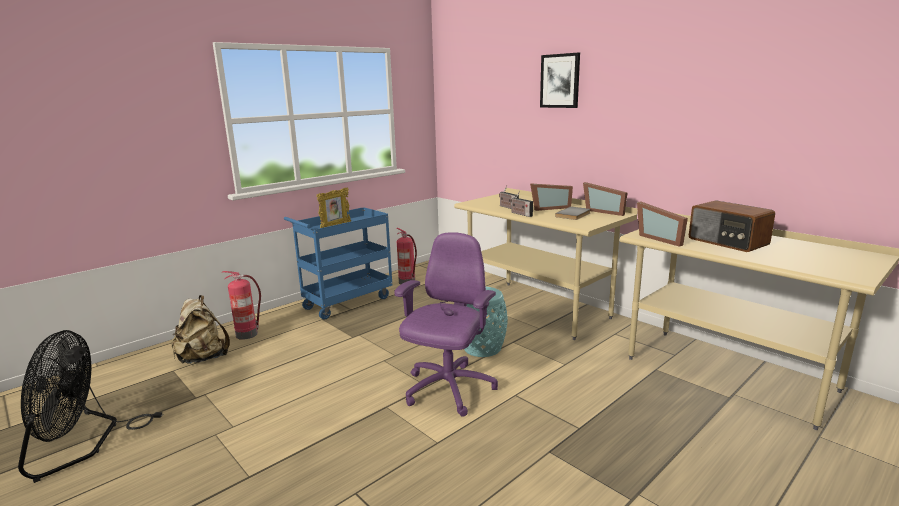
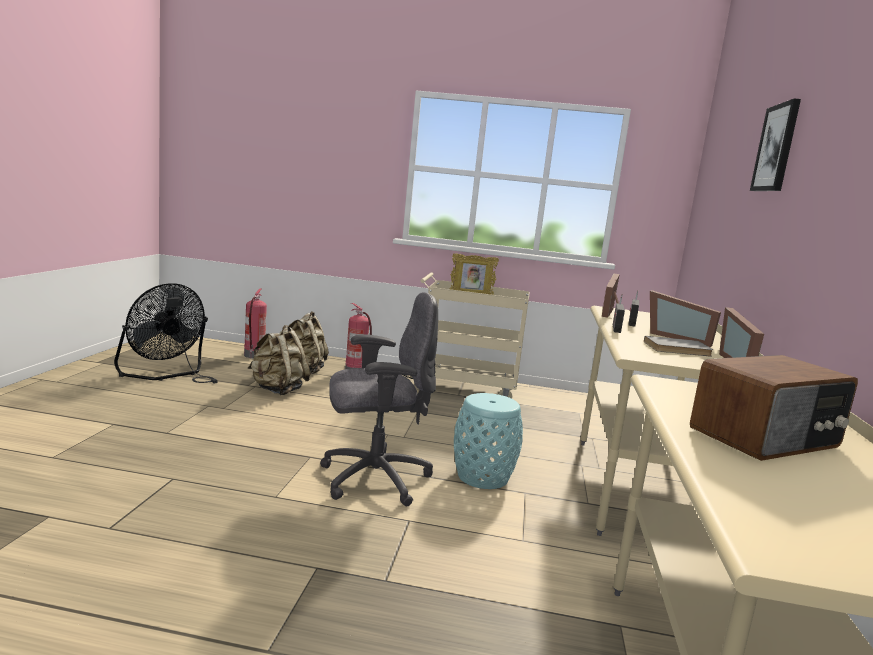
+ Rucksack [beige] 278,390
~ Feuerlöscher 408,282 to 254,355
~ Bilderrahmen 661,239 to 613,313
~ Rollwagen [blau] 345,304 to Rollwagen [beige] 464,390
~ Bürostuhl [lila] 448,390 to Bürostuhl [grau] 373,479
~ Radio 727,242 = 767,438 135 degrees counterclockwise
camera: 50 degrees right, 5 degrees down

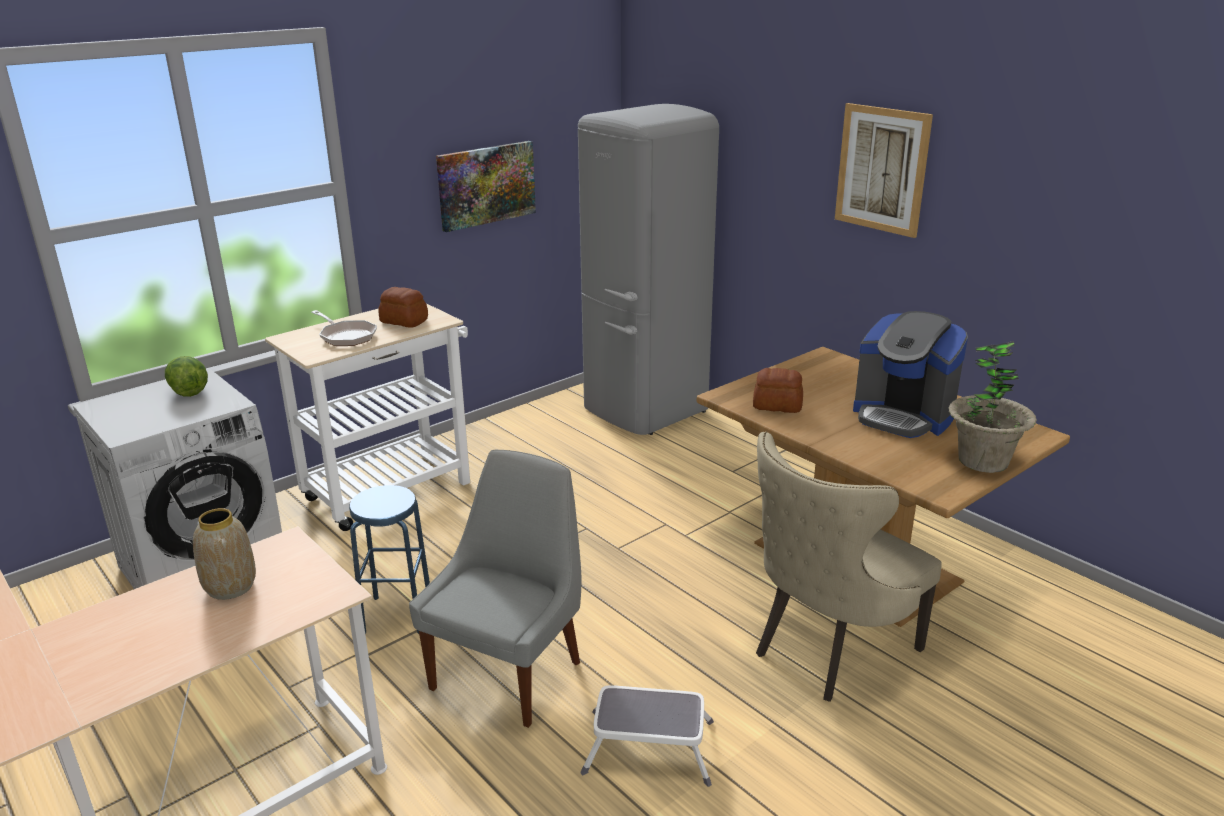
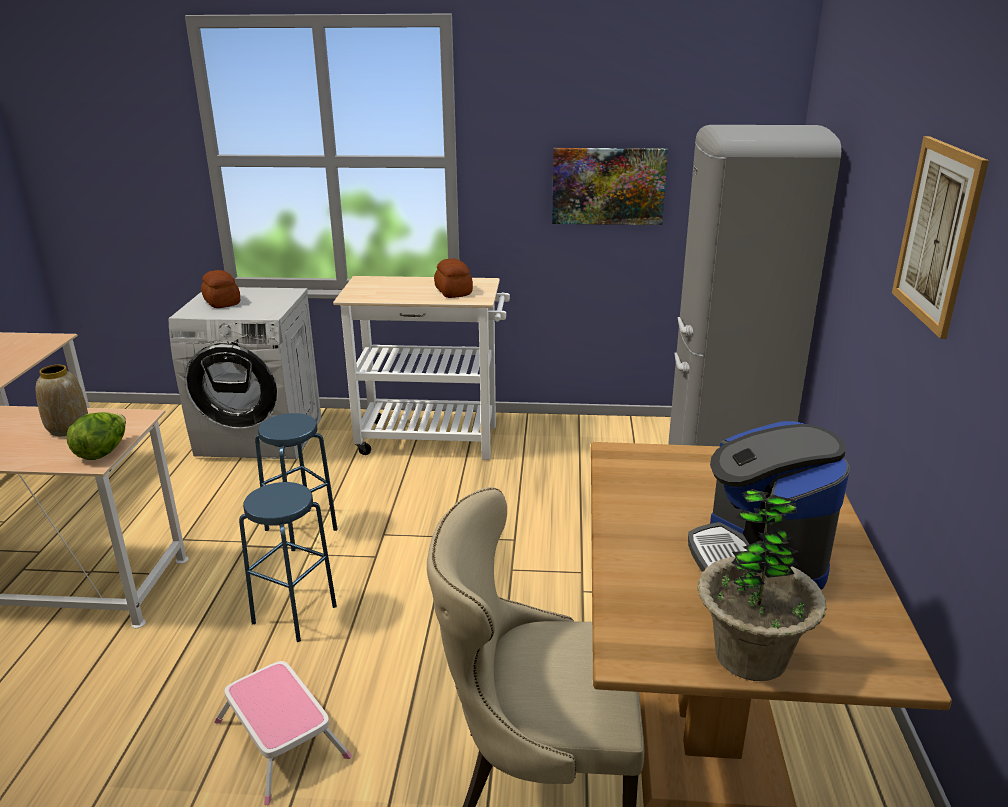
- Pfanne 346,336
~ Salatkopf 189,391 to 103,452
~ Brot 776,405 to 222,302
~ Stuhl [grau] 509,672 to Hocker [blau] 294,614
~ Trittleiter [grau] 649,746 to Trittleiter [rosa] 282,738
camera: 45 degrees right, 0 degrees up

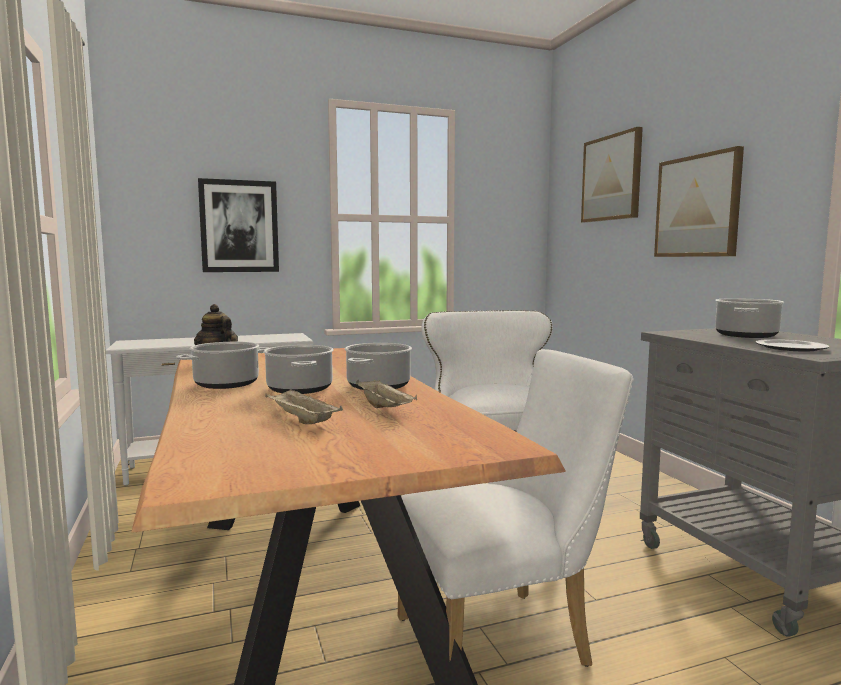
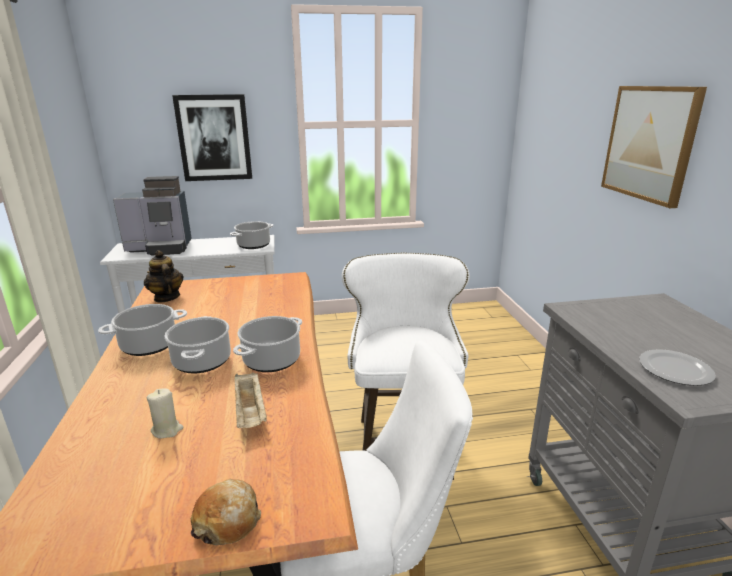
- Bild 612,178
+ Kaffeemaschine 161,248
+ Brot 227,520
~ Kochtopf 745,335 to 254,245
~ Tablett [beige] 301,420 to Kerze [beige] 167,430
camera: 10 degrees right, 15 degrees up

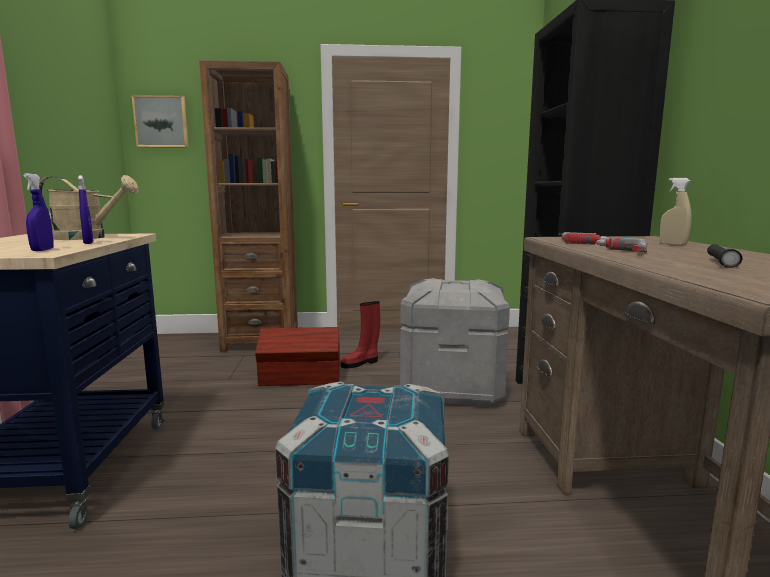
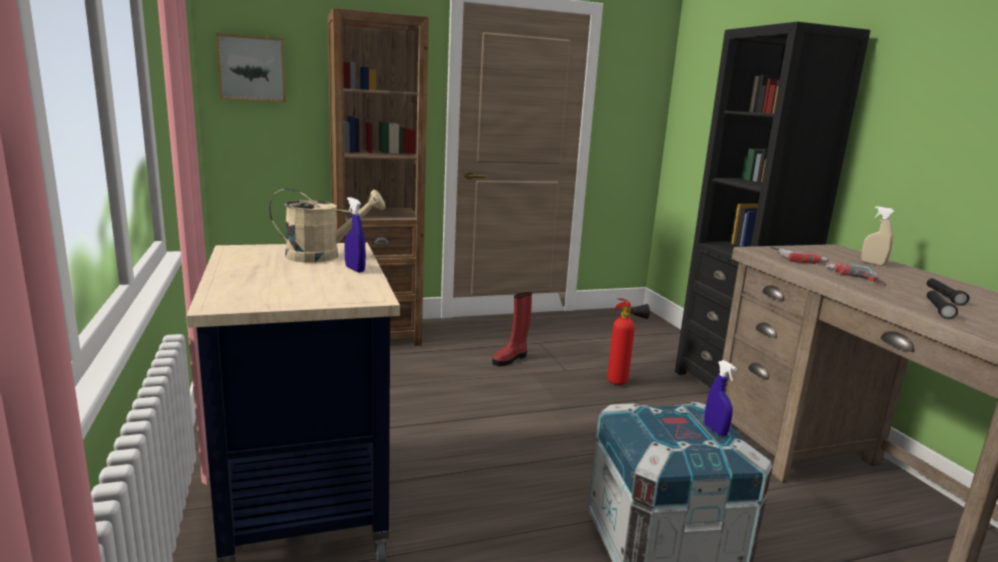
- Aufbewahrungsbox [braun] 301,378
+ Taschenlampe [schwarz] 938,310
~ Sprühflasche [blau] 42,250 to 715,430
~ Aufbewahrungsbox [grau] 453,387 to Feuerlöscher 622,382
camera: 15 degrees left, 5 degrees up

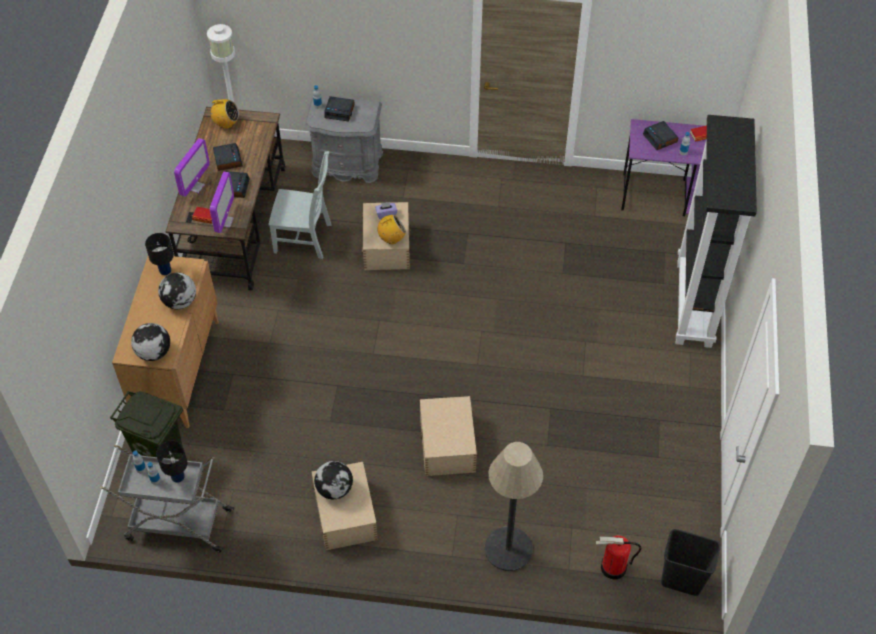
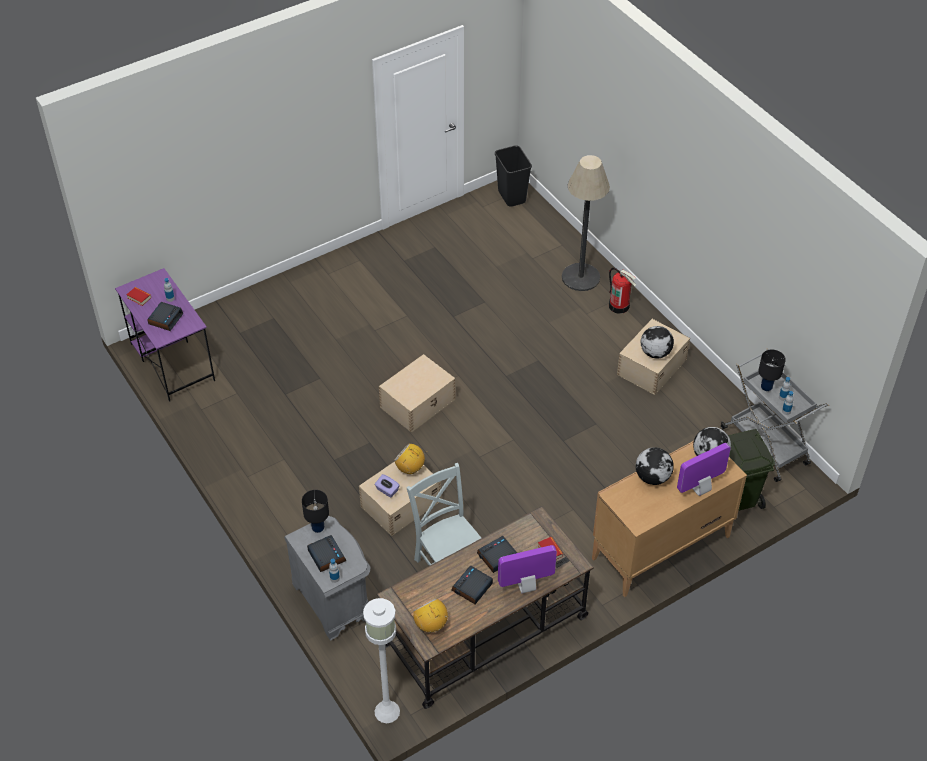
- Bücherregal [schwarz] 695,304
~ Tischlampe [schwarz] 166,270 to 317,528
~ Monitor 224,221 to 700,488
~ Aufbewahrungsbox [beige] 447,445 to 418,403
~ Feuerlöscher 613,568 to 619,306
camera: 130 degrees left, 5 degrees down

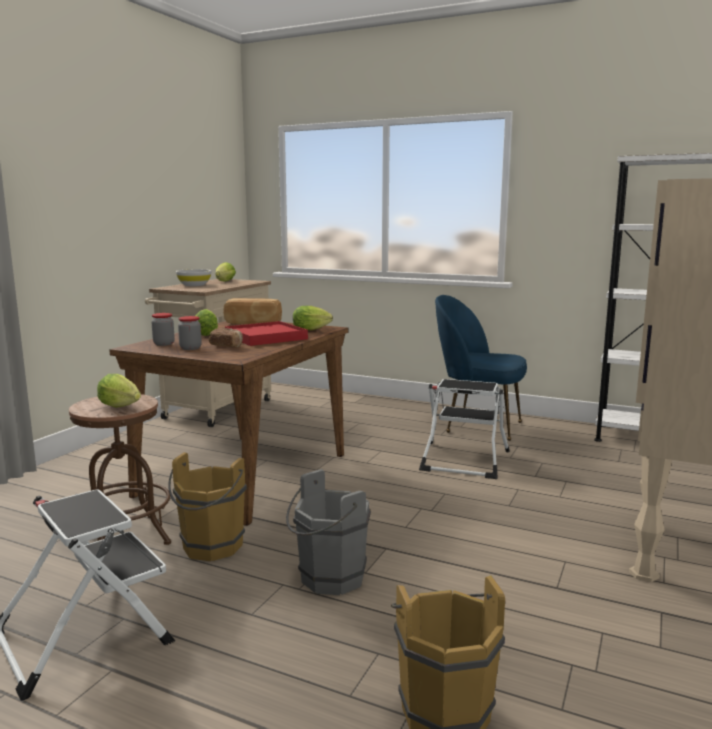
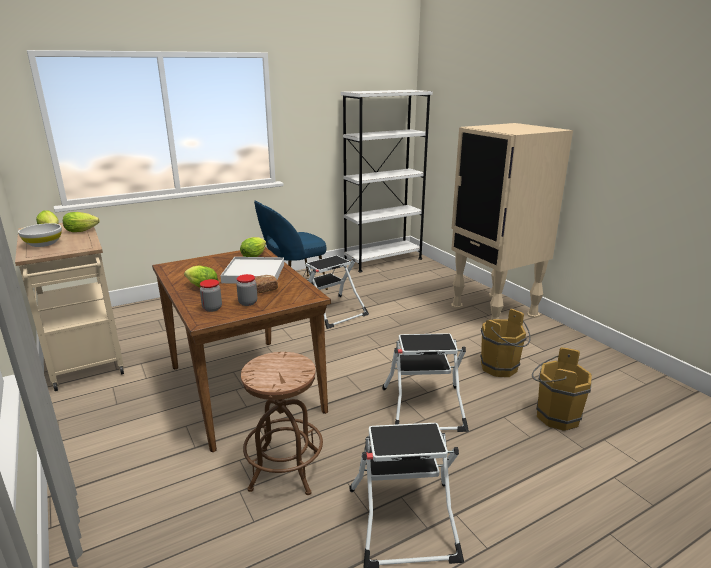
- Brot 253,323
~ Salatkopf 122,407 to 83,231
~ Eimer [braun] 210,549 to 501,369
~ Eimer [grau] 328,579 to Trittleiter 424,406
~ Tablett [rot] 266,337 to Tablett [weiß] 254,273
camera: 55 degrees left, 10 degrees up

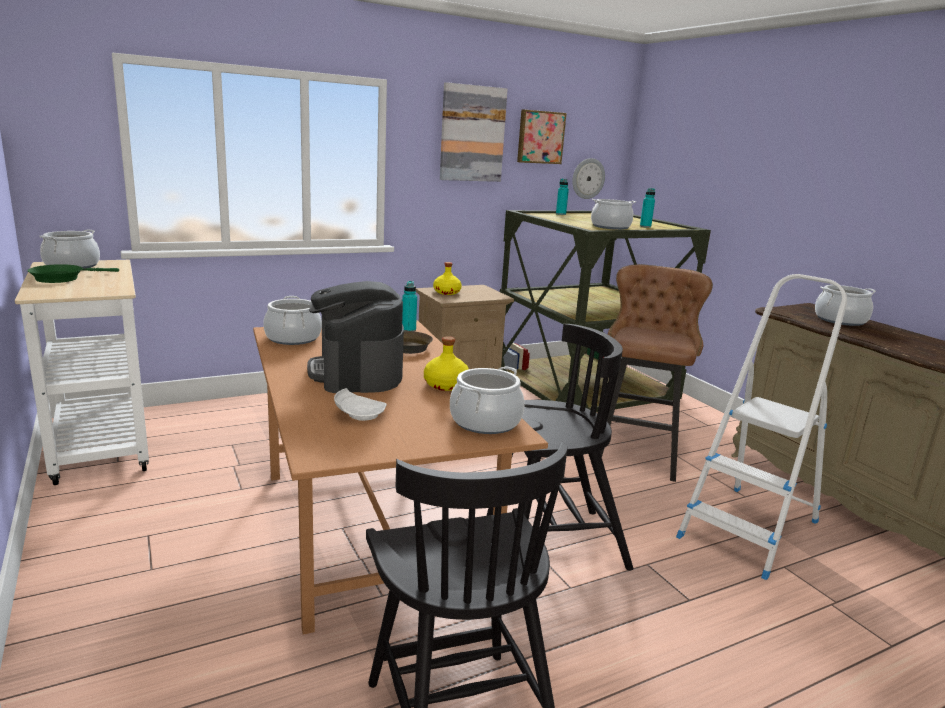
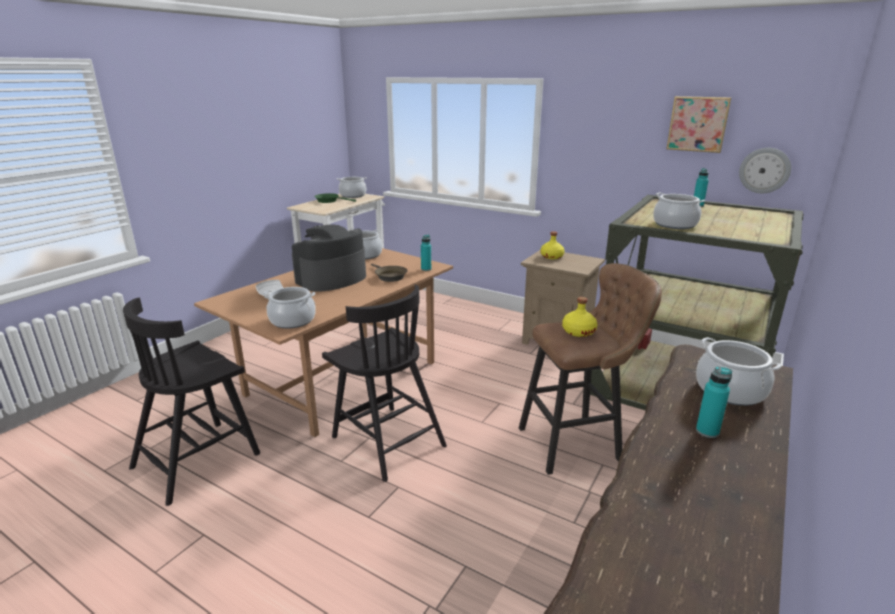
- Bild 472,134
- Trittleiter [weiß] 748,529
~ Flasche [gelb] 445,385 to 578,331
~ Flasche [türkis] 645,226 to 707,431
camera: 60 degrees right, 5 degrees up

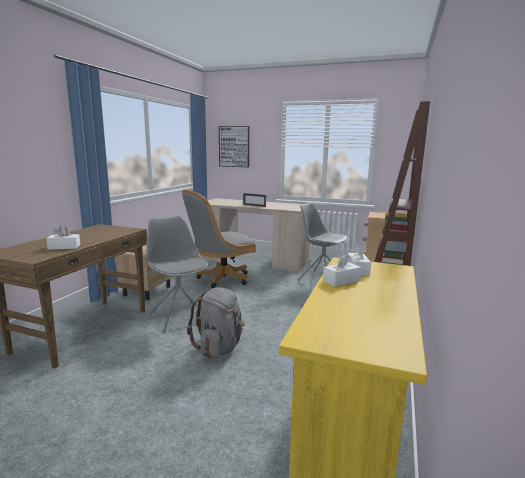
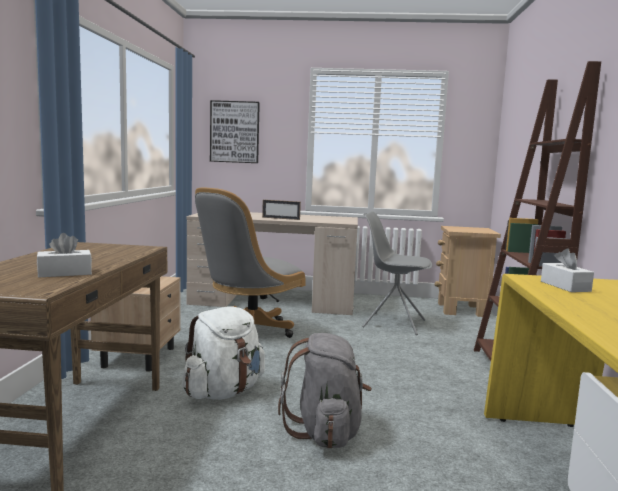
- Taschentuchbox [weiß] 341,280
~ Stuhl [grau] 179,316 to Rucksack [weiß] 224,392
camera: 15 degrees left, 5 degrees down

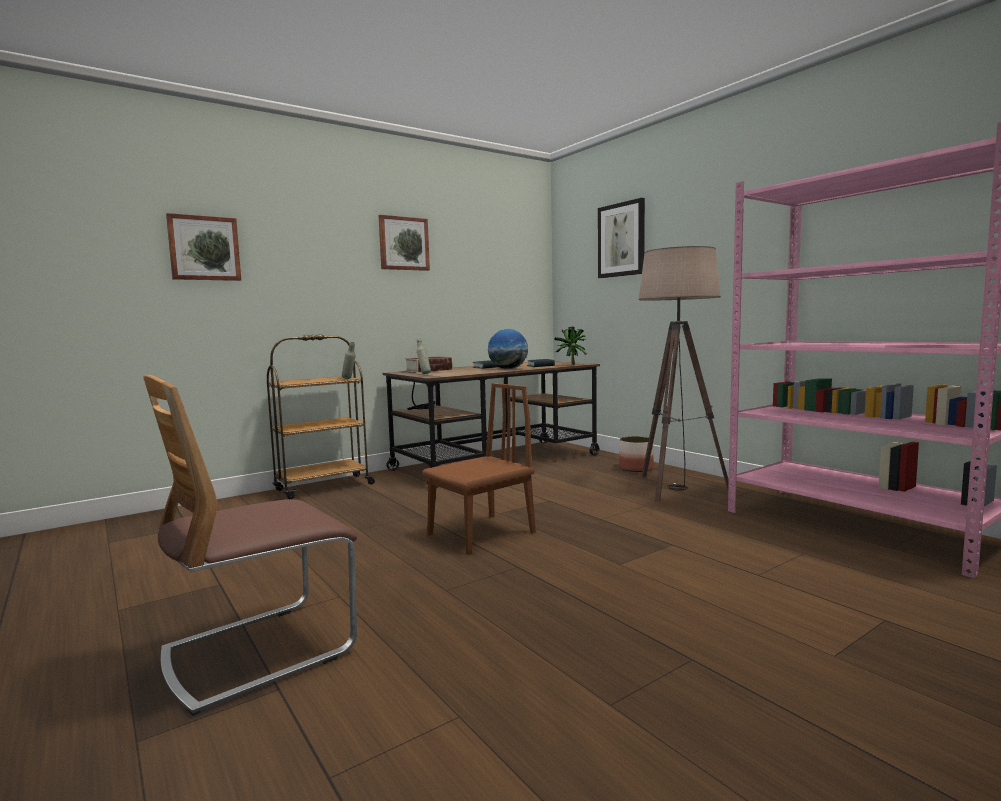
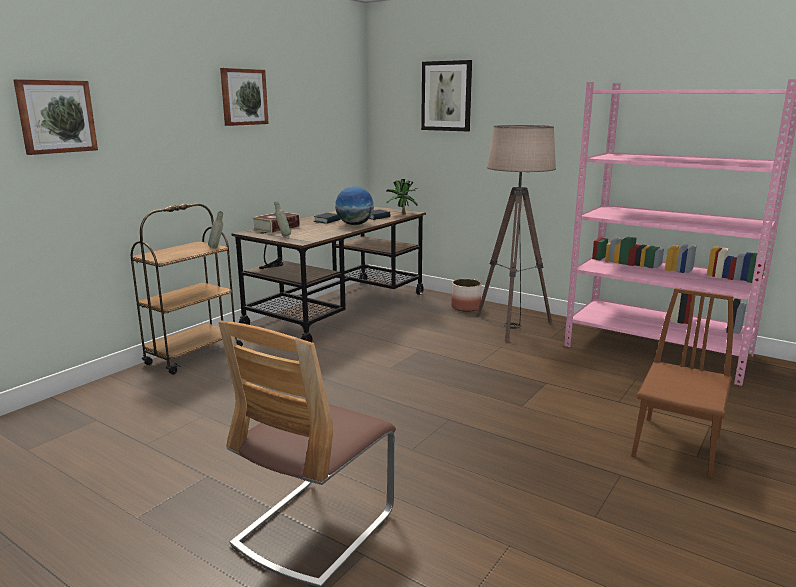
~ Stuhl [braun] 481,533 to 676,445
camera: 20 degrees left, 10 degrees up

